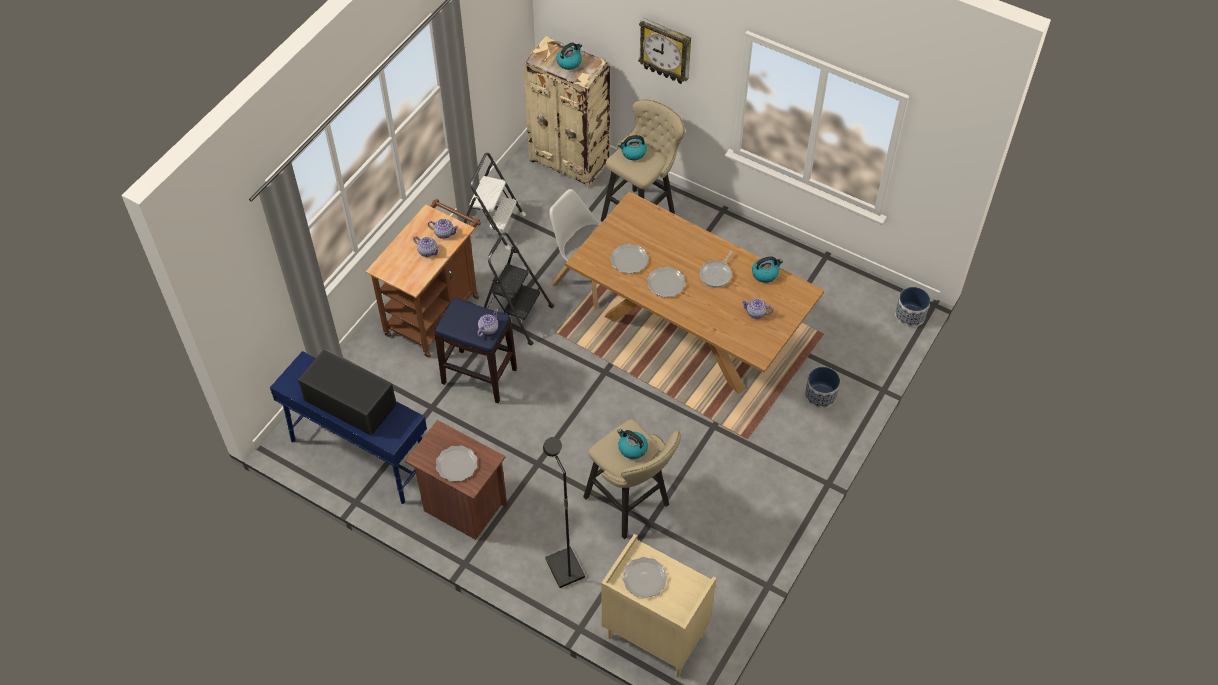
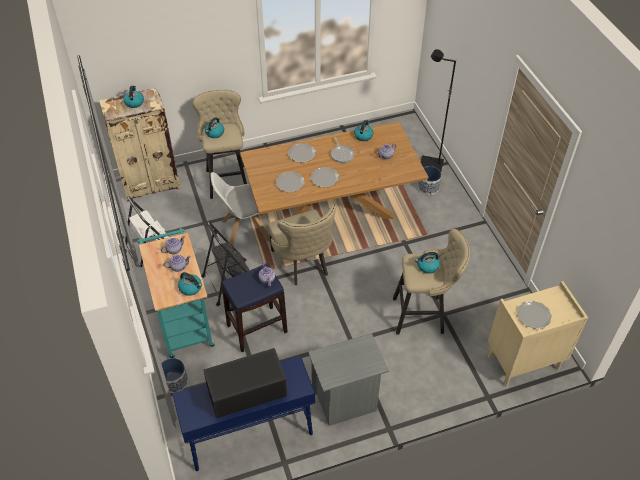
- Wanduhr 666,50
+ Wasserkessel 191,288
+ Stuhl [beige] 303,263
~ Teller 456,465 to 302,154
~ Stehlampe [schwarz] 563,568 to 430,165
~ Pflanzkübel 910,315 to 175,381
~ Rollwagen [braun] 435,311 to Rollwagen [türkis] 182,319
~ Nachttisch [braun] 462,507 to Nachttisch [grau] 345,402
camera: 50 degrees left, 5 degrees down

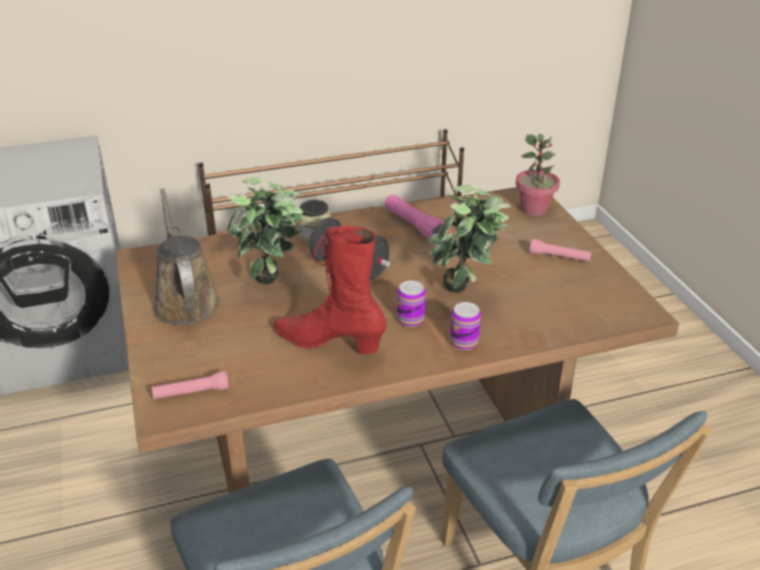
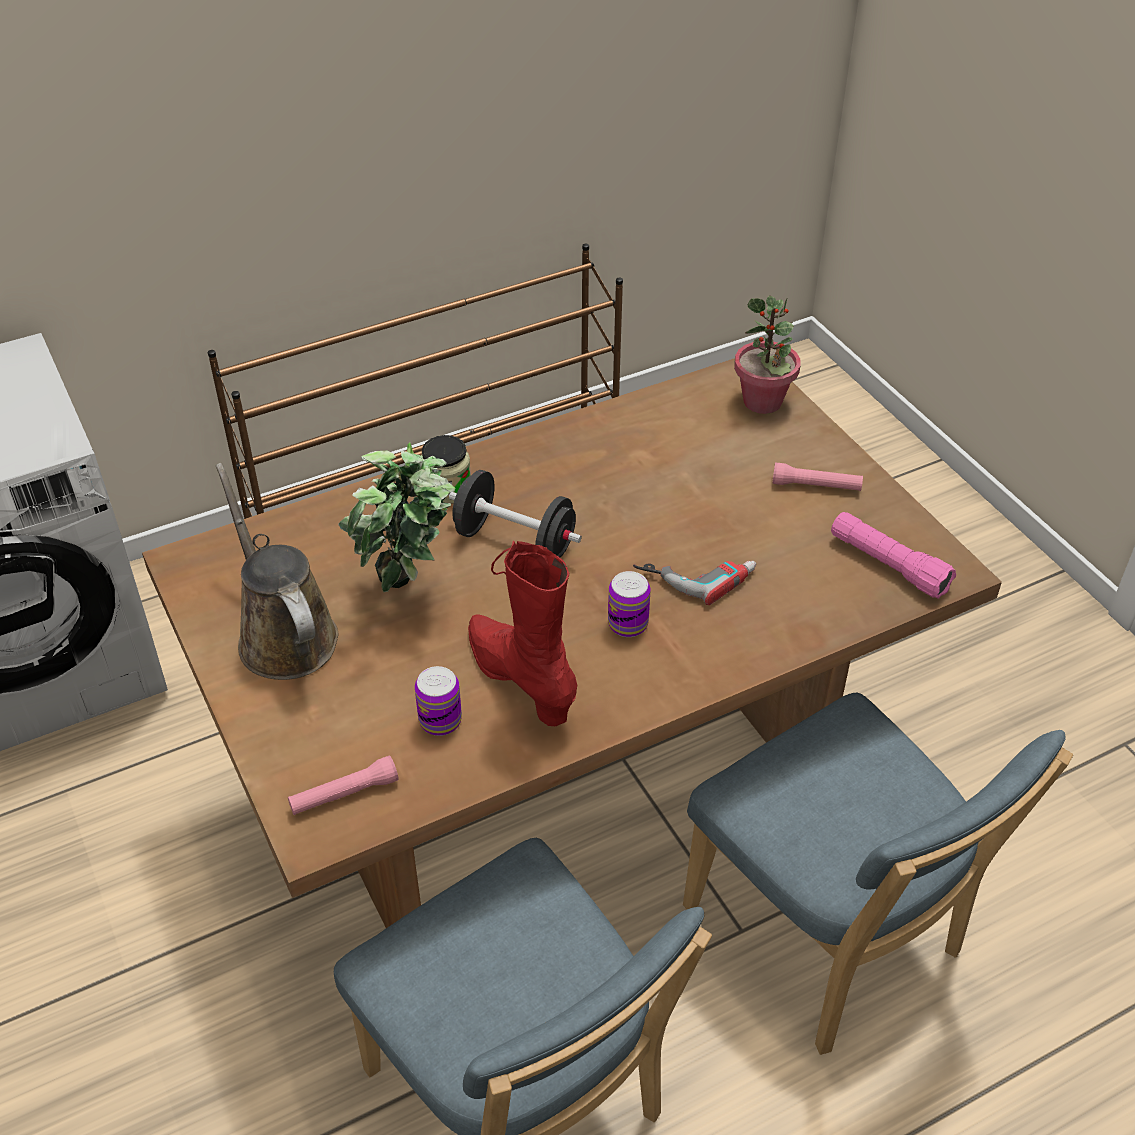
~ Taschenlampe [rosa] 413,225 to 888,565
~ Dose 464,342 to 440,721
~ Topfpflanze 465,296 to Bohrmaschine 696,572
~ Stiefel [rot] 329,342 = 521,680 45 degrees clockwise
camera: 10 degrees left, 10 degrees up

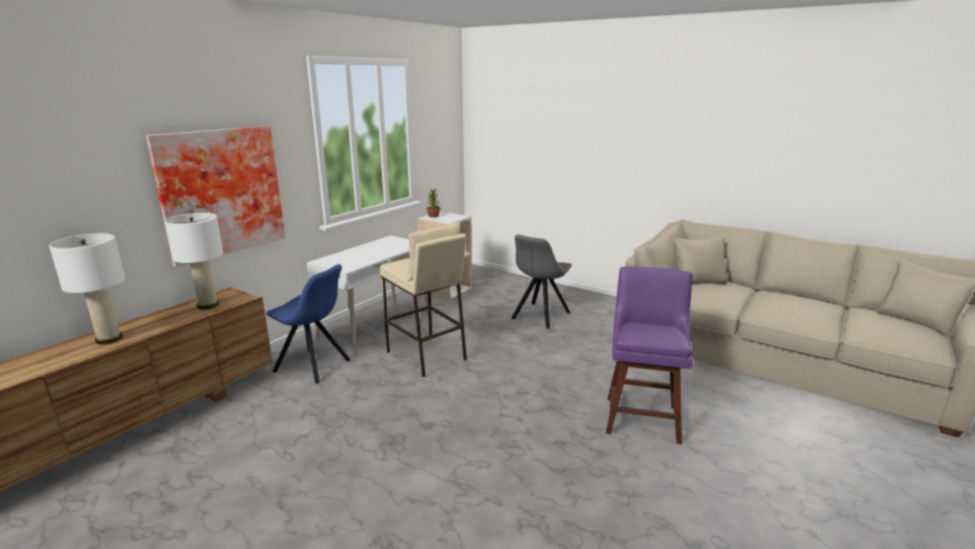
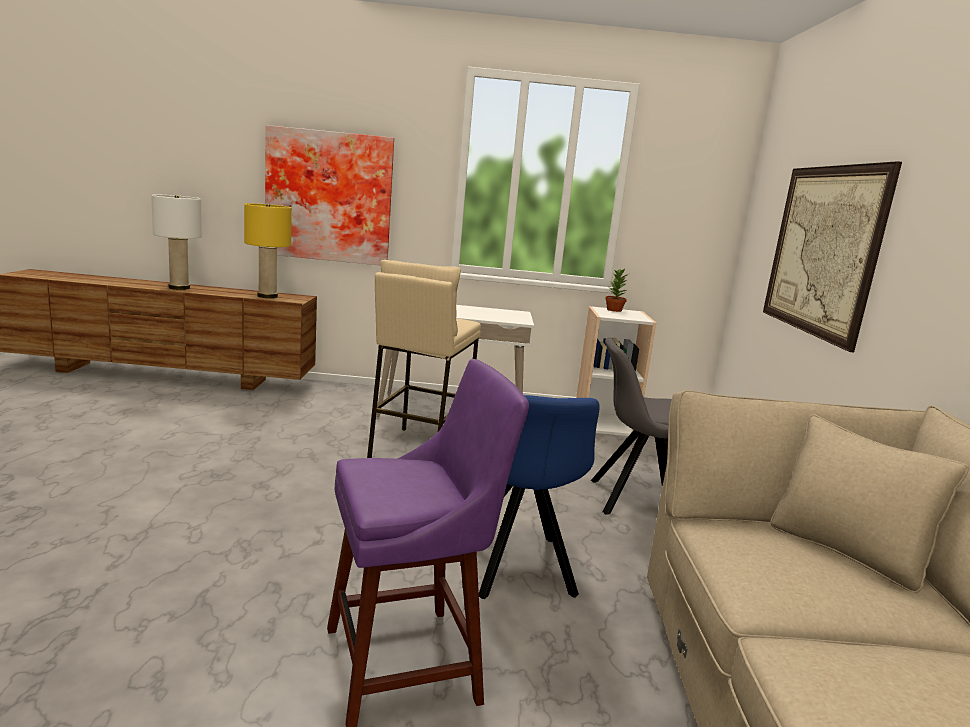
+ Bild 822,250
~ Stuhl [blau] 313,365 to 518,567
~ Tischlampe [weiß] 208,305 to Tischlampe [gelb] 267,296
camera: 55 degrees right, 5 degrees down

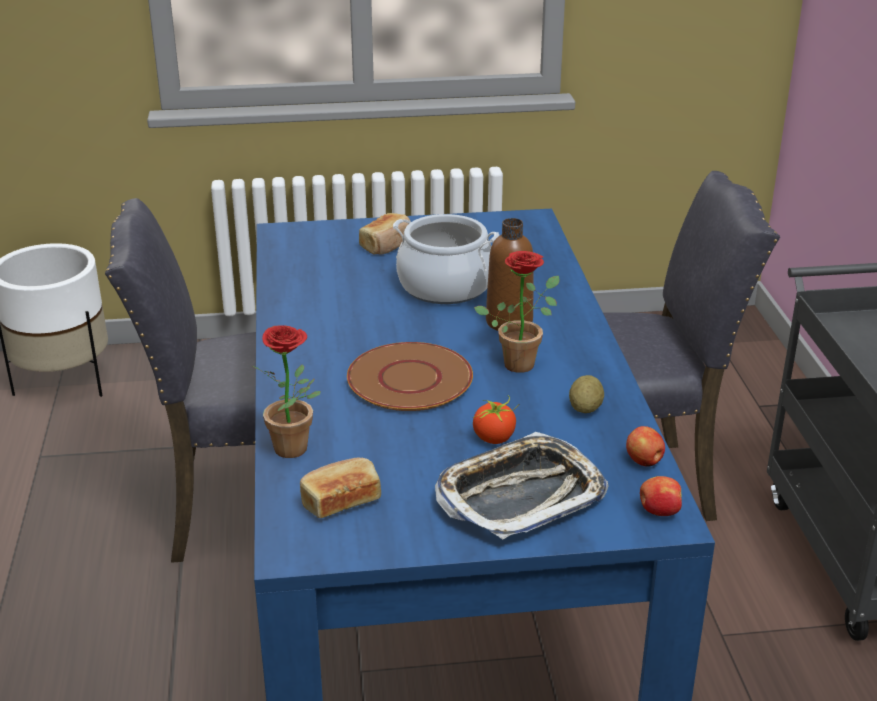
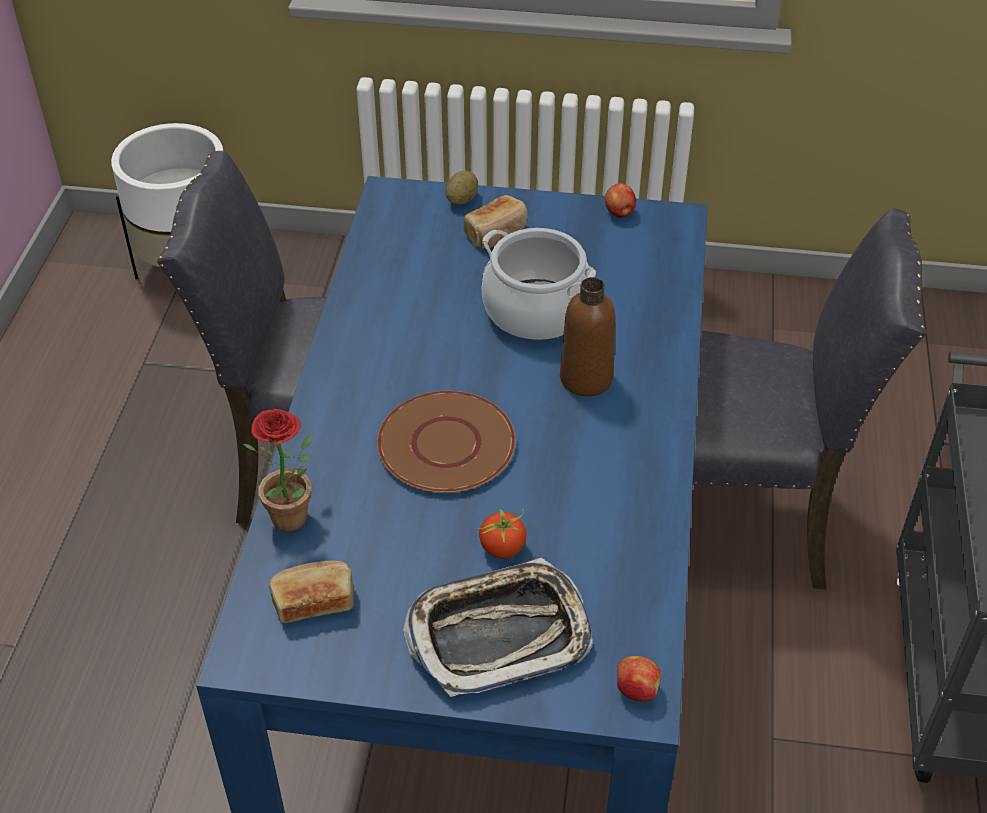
- Topfpflanze 522,361
~ Kartoffel 585,408 to 462,199
~ Apfel 644,461 to 619,213
camera: 15 degrees right, 15 degrees up

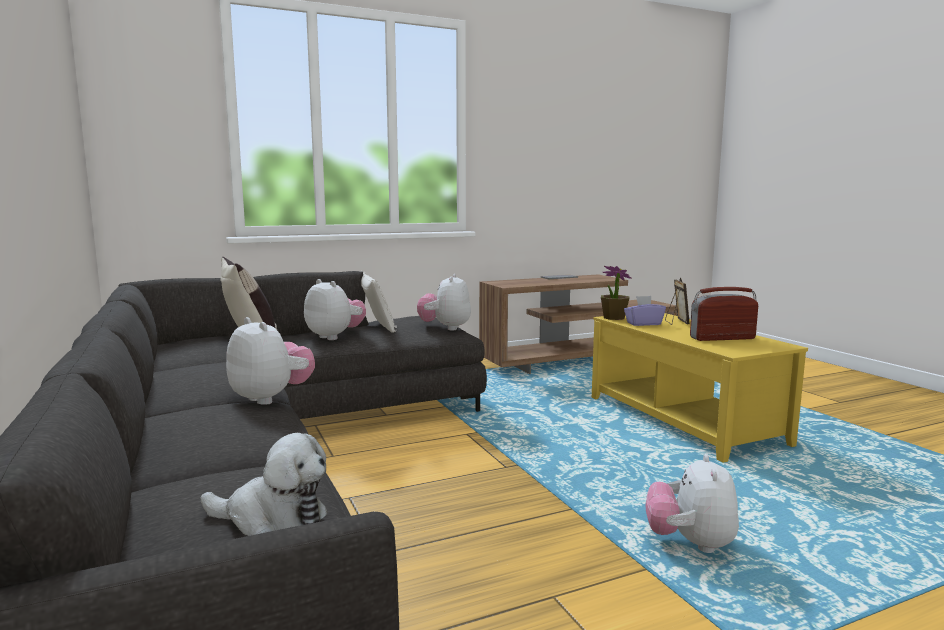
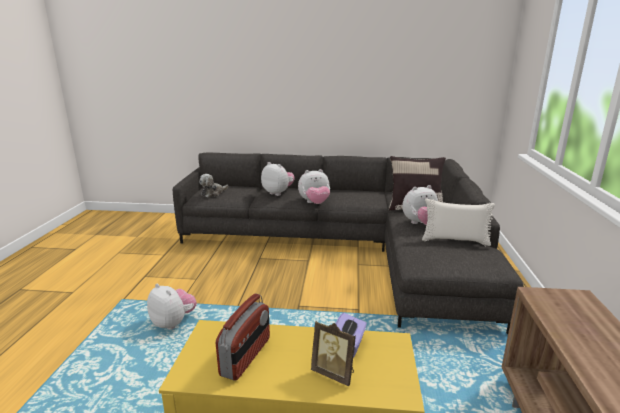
- Topfpflanze 613,317
~ Plüschtier 445,328 to 278,193
camera: 120 degrees right, 10 degrees up

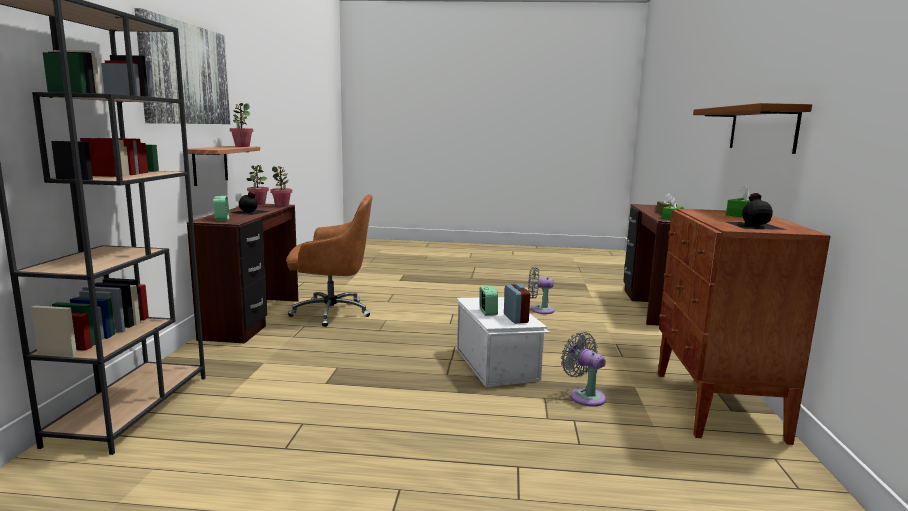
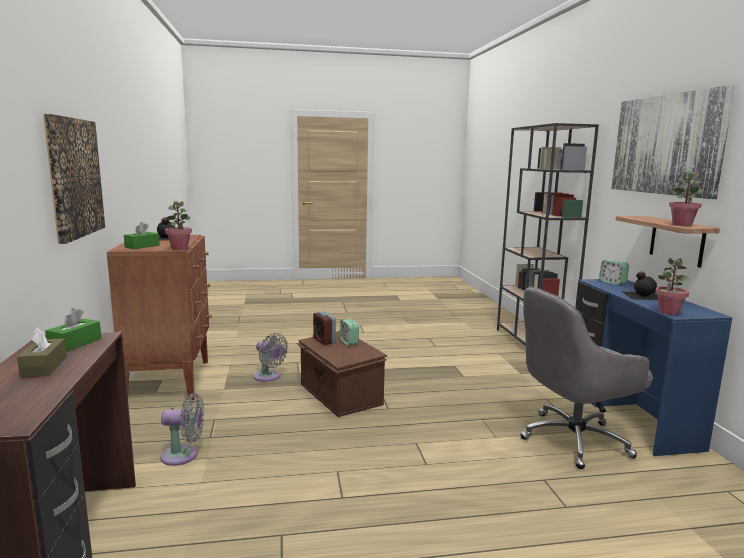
~ Topfpflanze 258,204 to 179,249
~ Ventilator [grau] 539,310 to 183,455
~ Wandregal [braun] 762,129 to Bild 74,178
~ Schreibtisch [braun] 254,319 to Schreibtisch [blau] 628,415
~ Bürostuhl [braun] 331,312 to Bürostuhl [grau] 573,439
~ Aufbewahrungsbox [weiß] 497,364 to Aufbewahrungsbox [braun] 339,395
camera: 165 degrees right, 0 degrees up

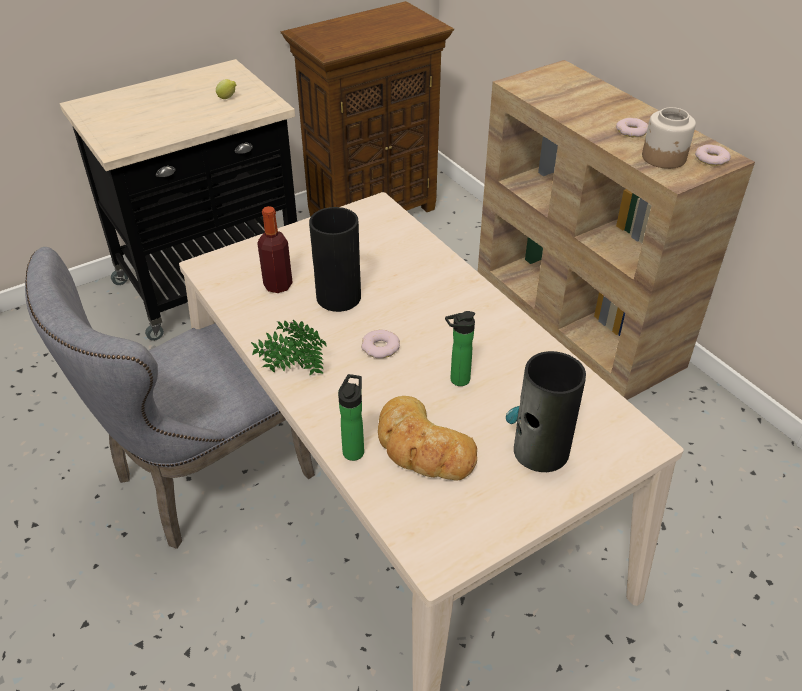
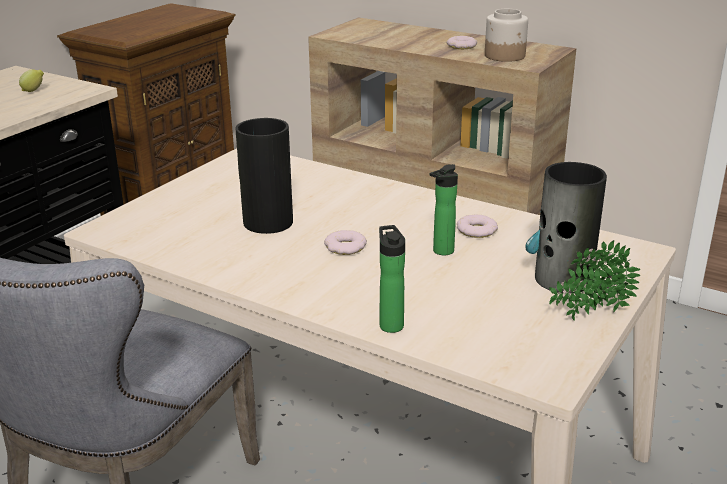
- Flasche 278,285
- Brot 422,447
~ Topfpflanze 292,370 to 588,314
~ Donut 711,158 to 476,230
camera: 25 degrees left, 15 degrees down

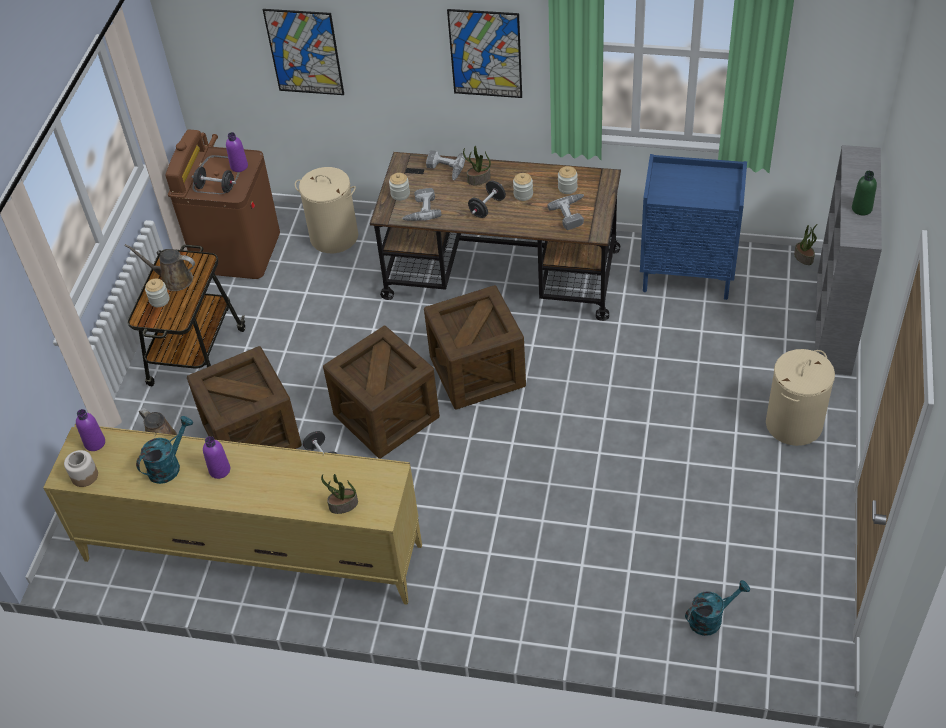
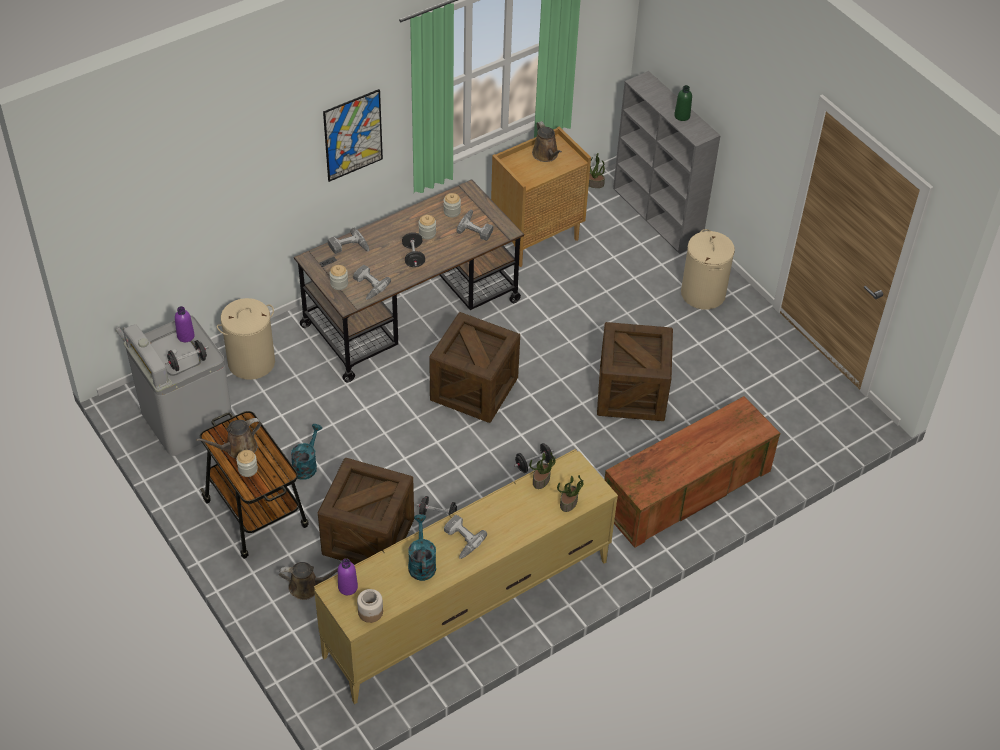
- Bild 304,52
+ Hantel [schwarz] 533,464
+ Gießkanne [braun] 546,155
+ Bank [braun] 686,491
~ Kiste 386,416 to 631,393
~ Topfpflanze 478,179 to 541,480
~ Gießkanne [türkis] 711,618 to 306,465
~ Flasche [lila] 219,470 to Bohrmaschine 460,540
~ Waschmaschine [braun] 237,251 to Waschmaschine [grau] 185,420
~ Schrank [blau] 688,276 to Schrank [braun] 537,239
camera: 50 degrees left, 0 degrees up

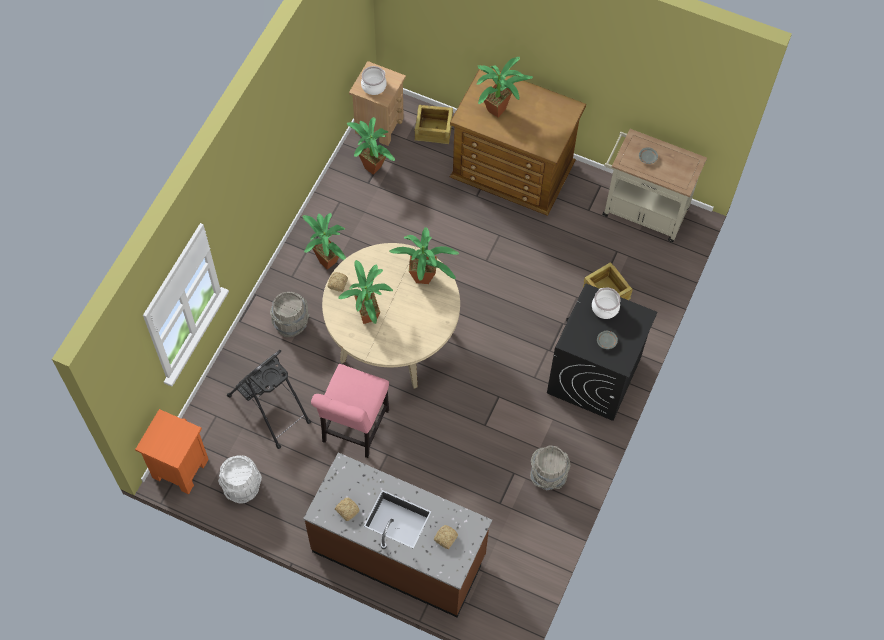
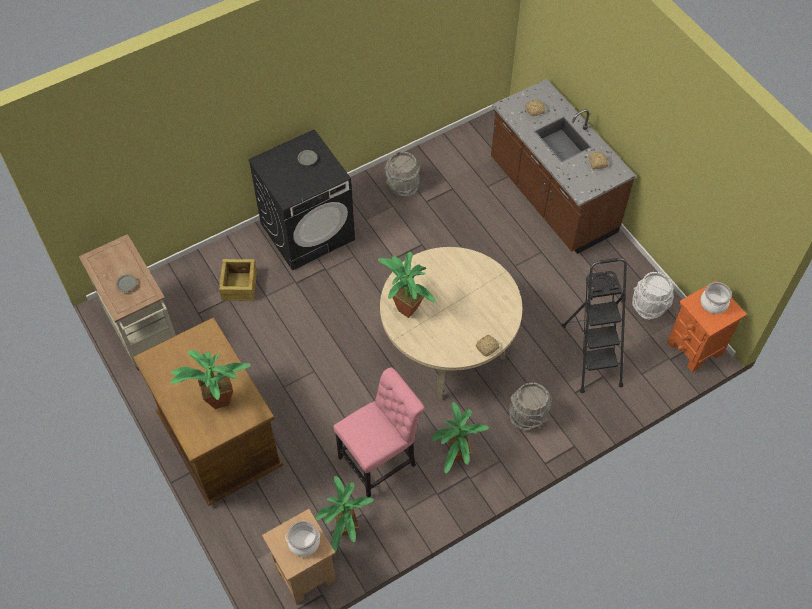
- Topfpflanze 368,313
- Kiste 434,130
~ Stuhl [rosa] 353,429 to 380,460
~ Kochtopf 604,308 to 714,303
camera: 145 degrees left, 5 degrees down

